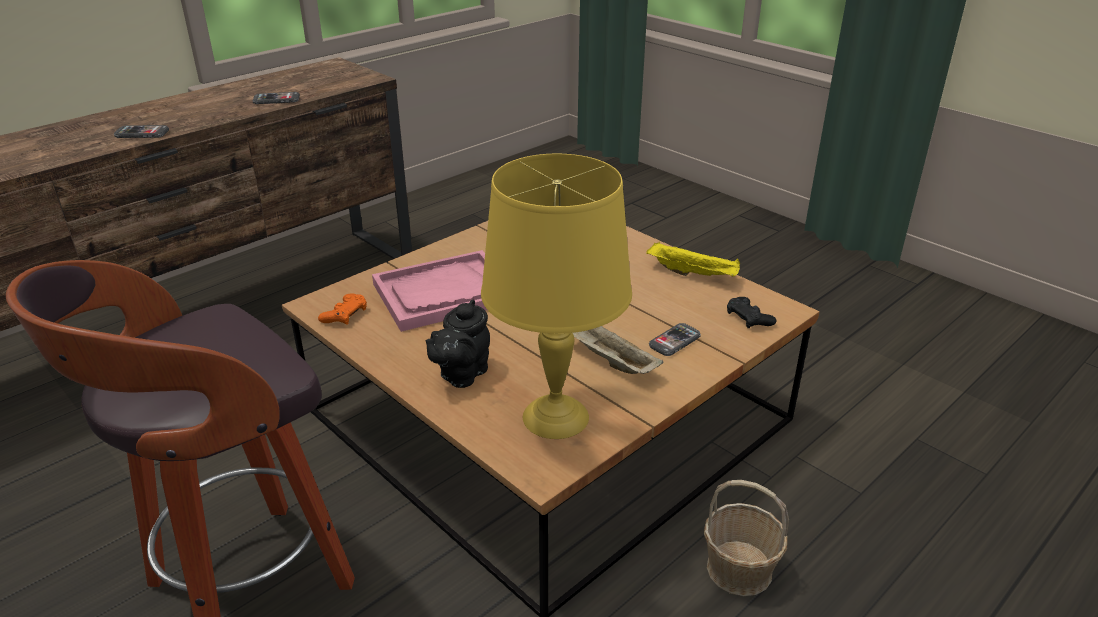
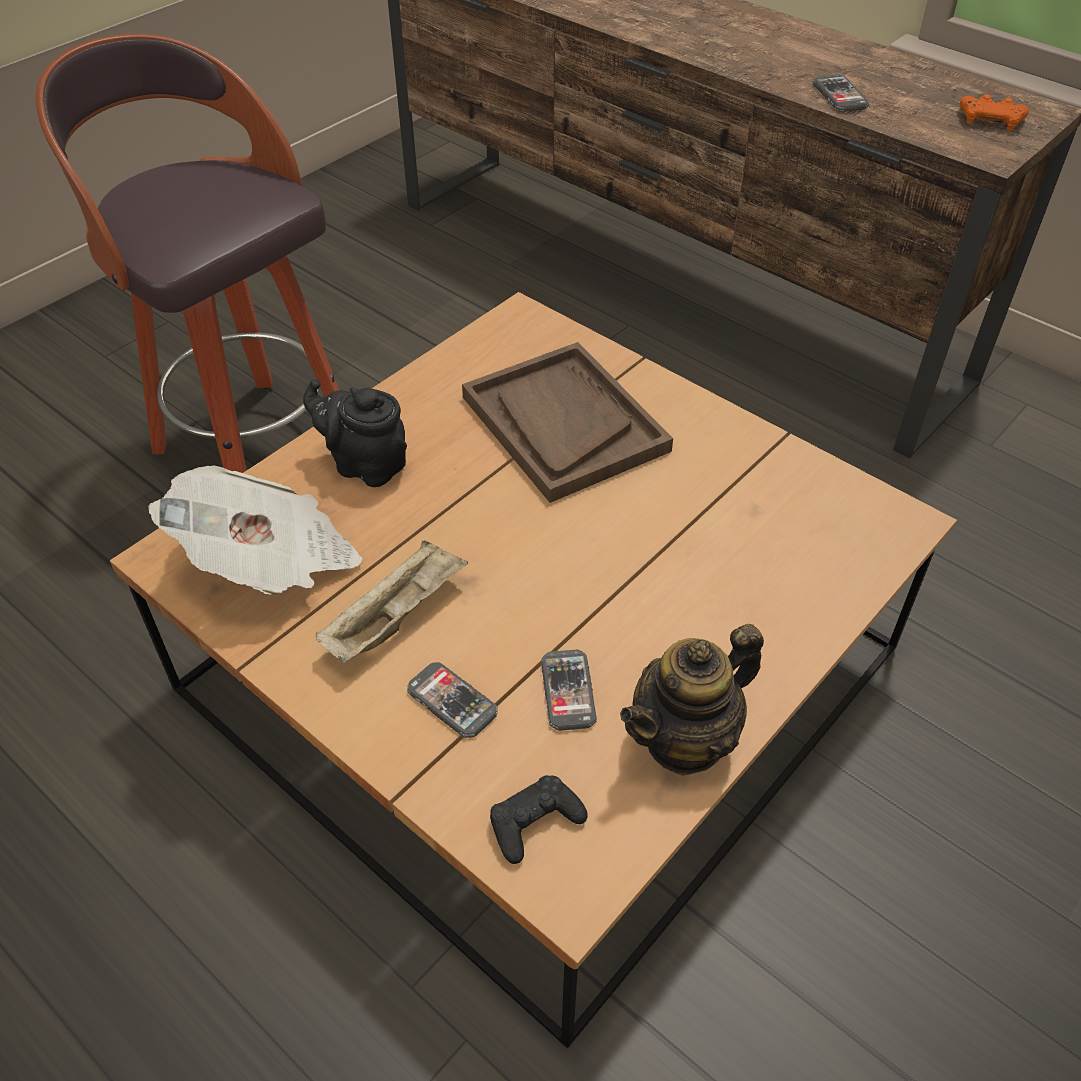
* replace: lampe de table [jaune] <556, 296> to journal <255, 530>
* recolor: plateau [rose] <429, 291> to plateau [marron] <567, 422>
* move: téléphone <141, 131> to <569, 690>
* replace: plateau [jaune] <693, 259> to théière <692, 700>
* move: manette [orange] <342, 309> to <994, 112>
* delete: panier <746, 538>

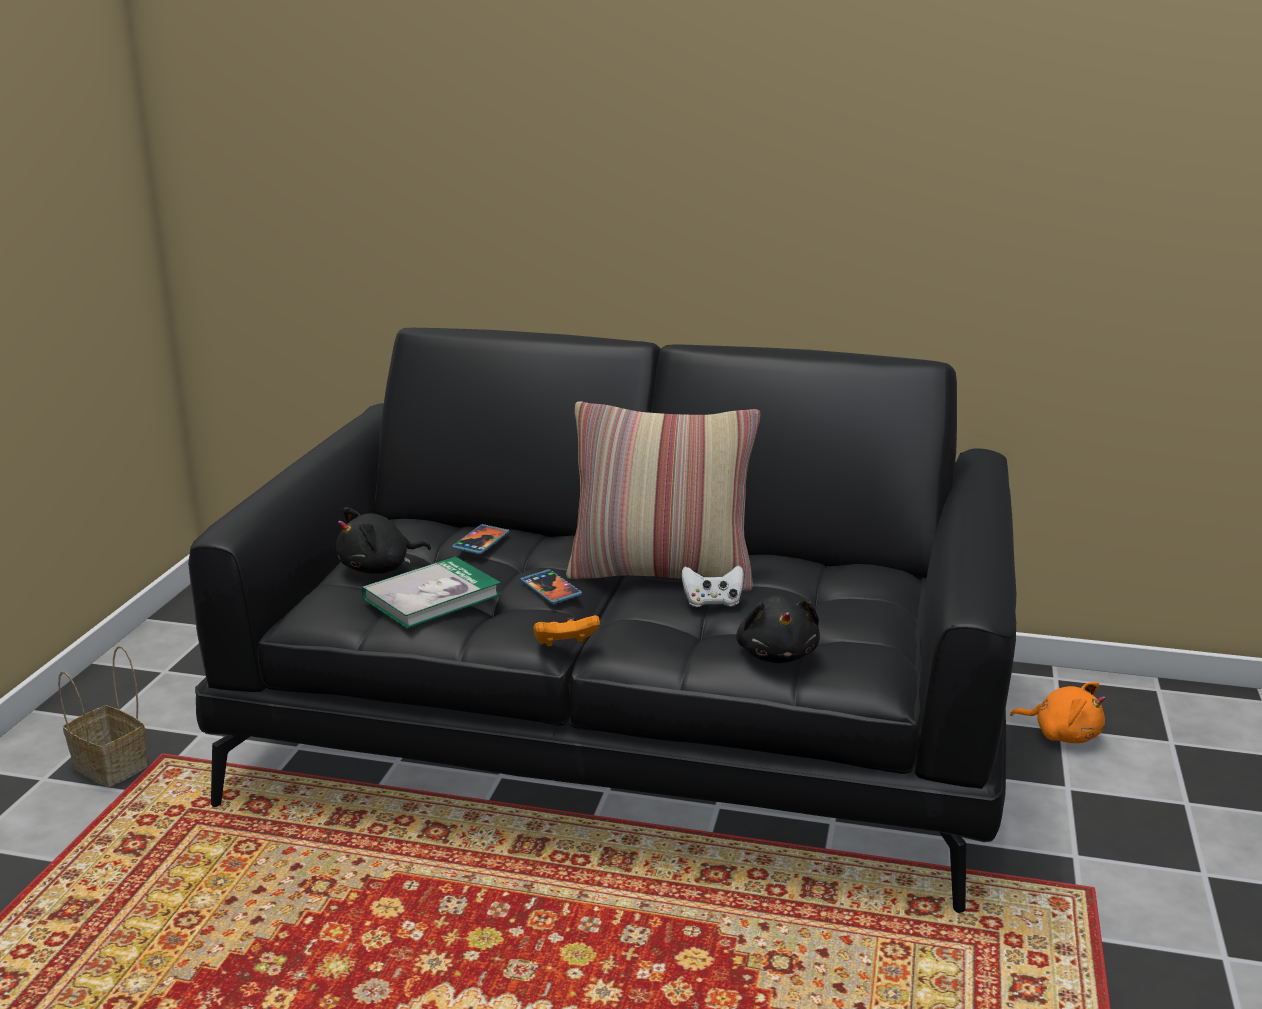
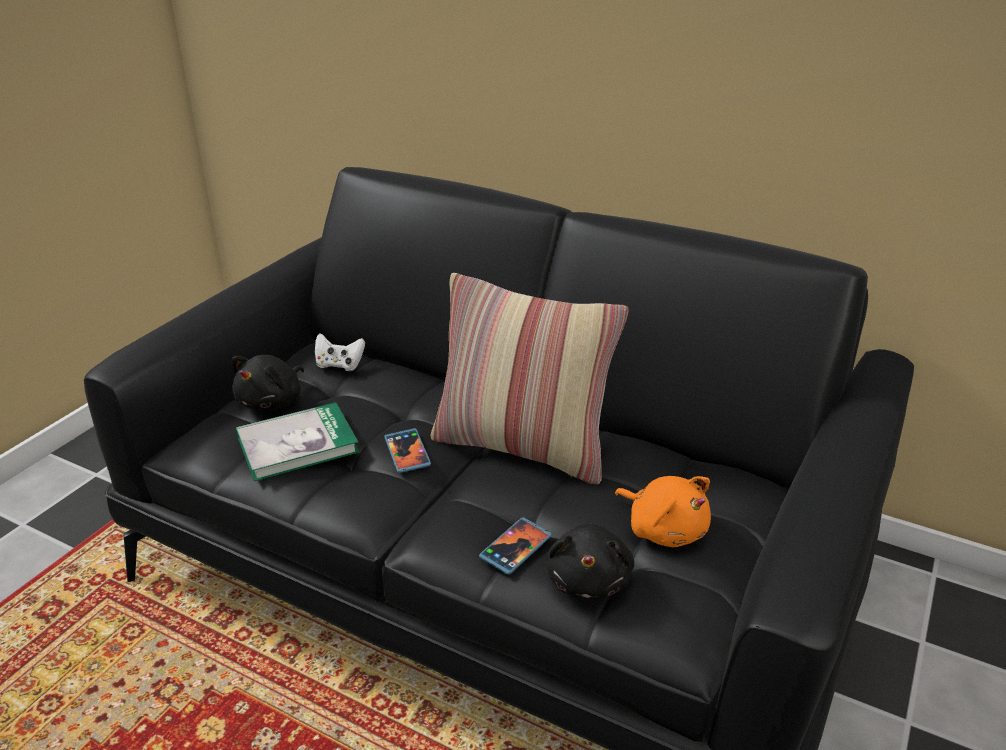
* rotate: peluche [noir] <383, 540> = <268, 382> 45 degrees counterclockwise
* move: manette [blanc] <712, 586> to <340, 352>
* move: téléphone <480, 539> to <515, 546>
* move: peluche [orange] <1057, 712> to <663, 511>
* delete: panier <103, 716>
* delete: manette [orange] <566, 631>

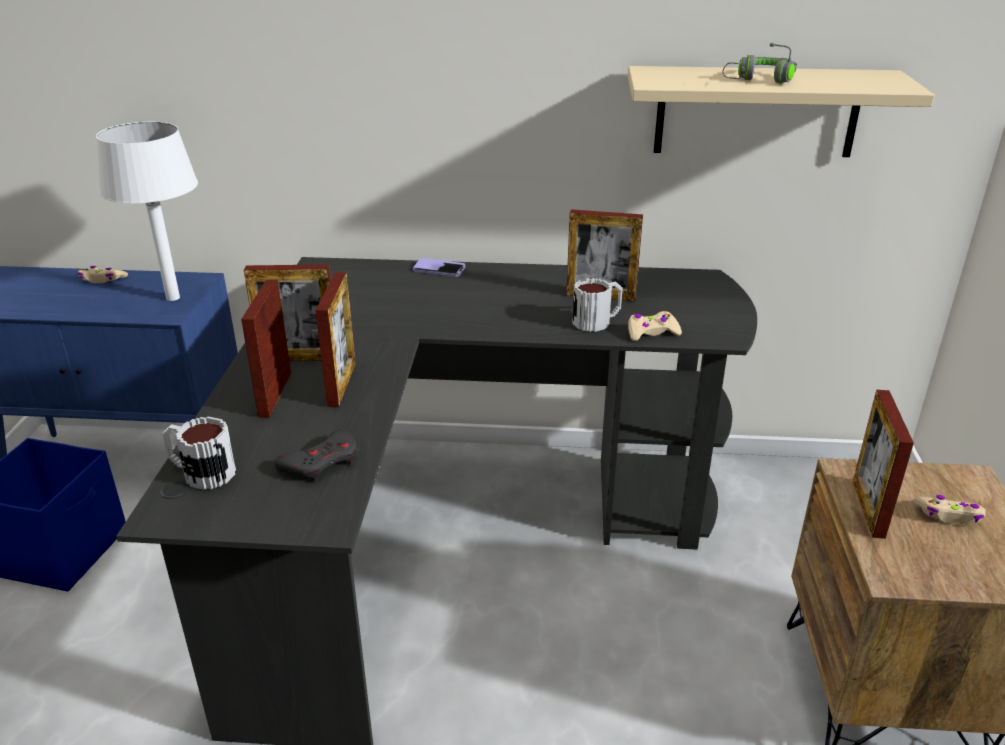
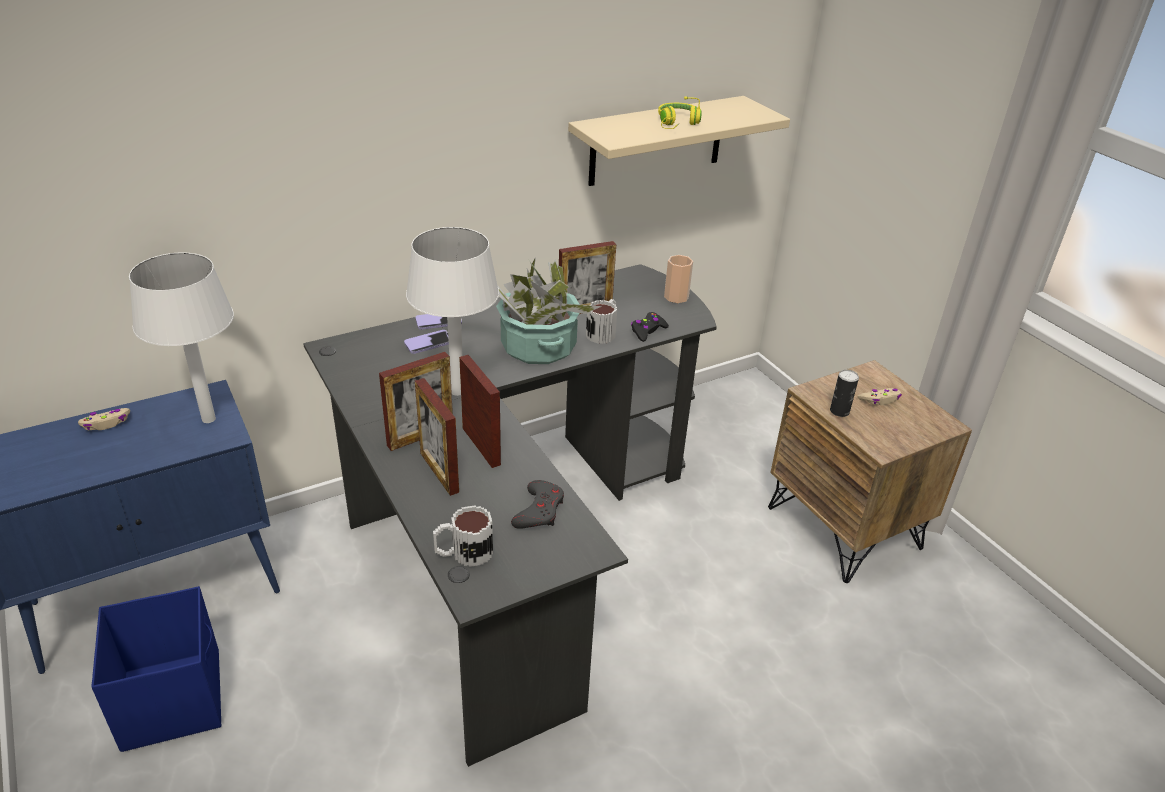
* insert: téléphone <426, 342>
* insert: lampe de table [blanc] <452, 311>
* insert: plante en pot <549, 310>
* recolor: manette [beige] <655, 326> to manette [noir] <650, 327>
* recolor: casque audio [gris] <759, 63> to casque audio [jaune] <680, 112>
* insert: tasse <678, 279>
* replace: cadre photo <883, 464> to boîte métallique <844, 393>

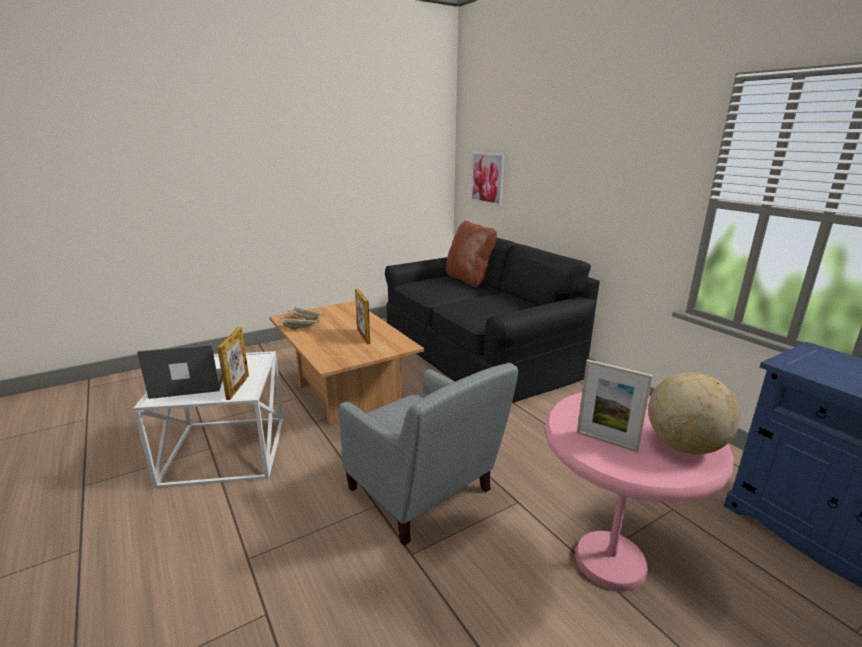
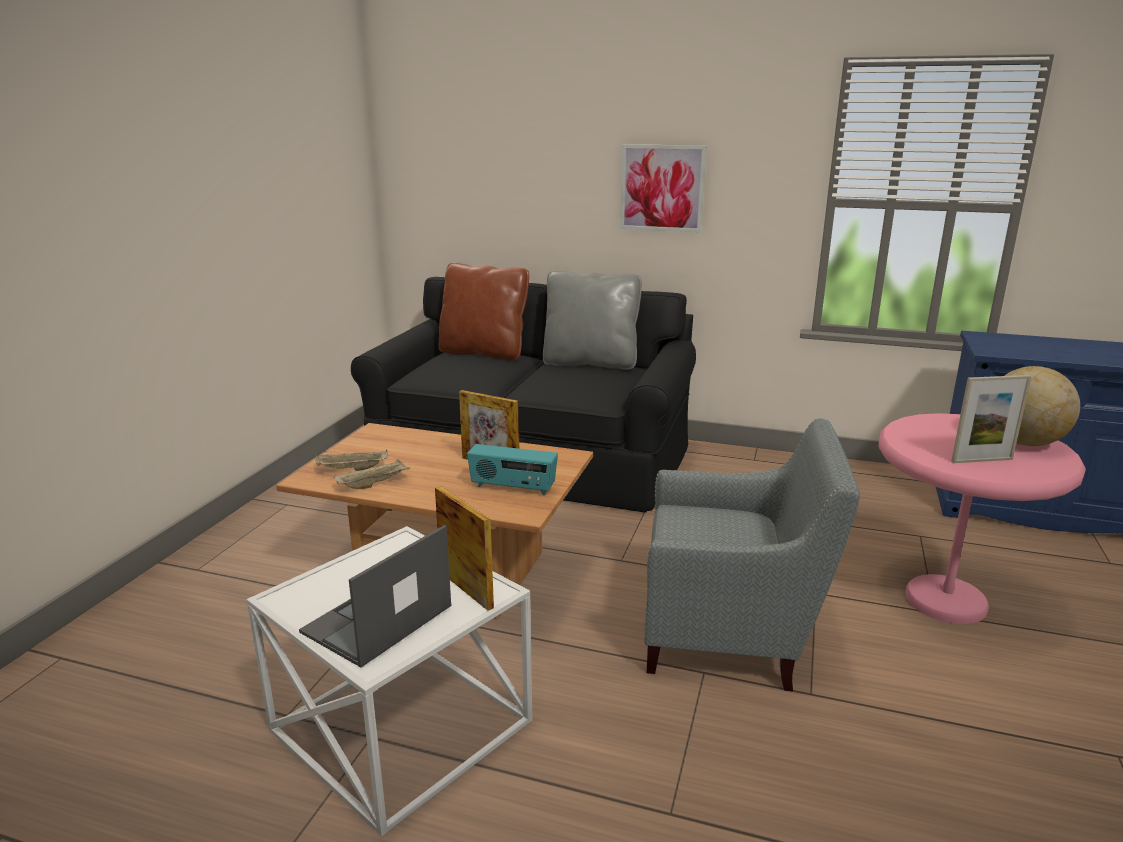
* insert: radio <512, 469>
* insert: coussin [gris] <592, 320>
* move: tableau <487, 179> to <663, 188>

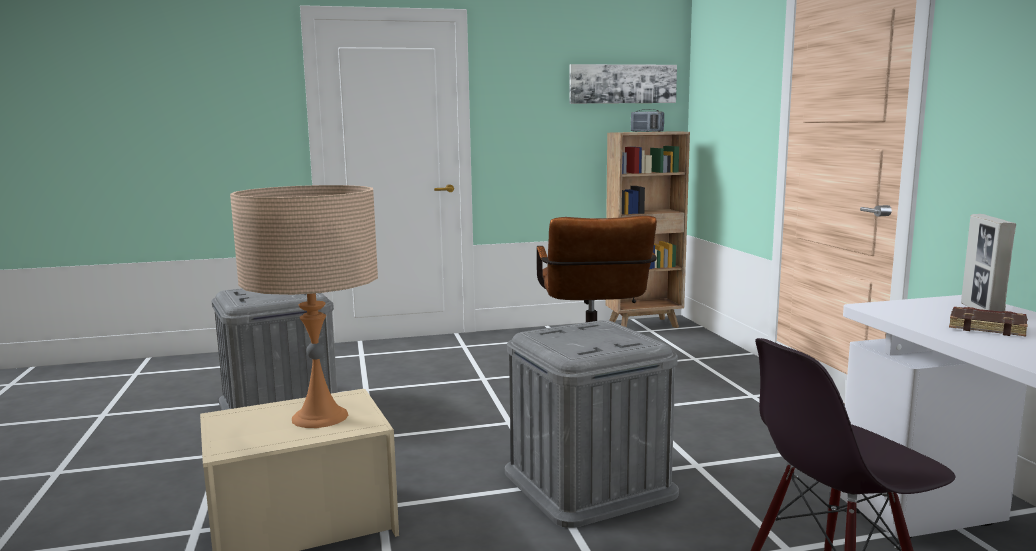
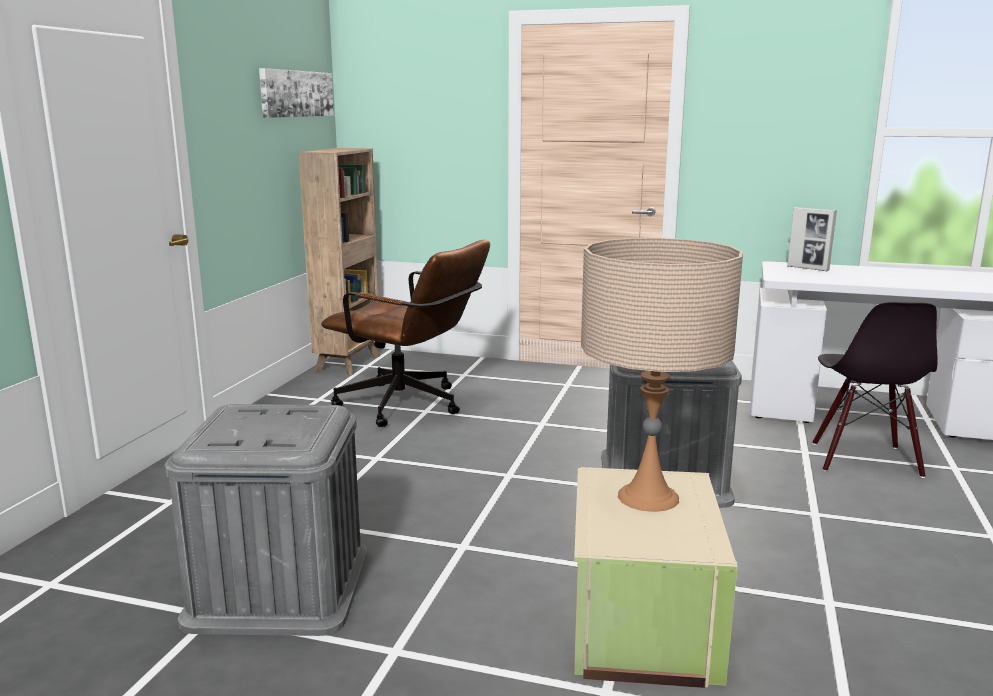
* delete: radio <647, 120>
* delete: livre [marron] <988, 322>

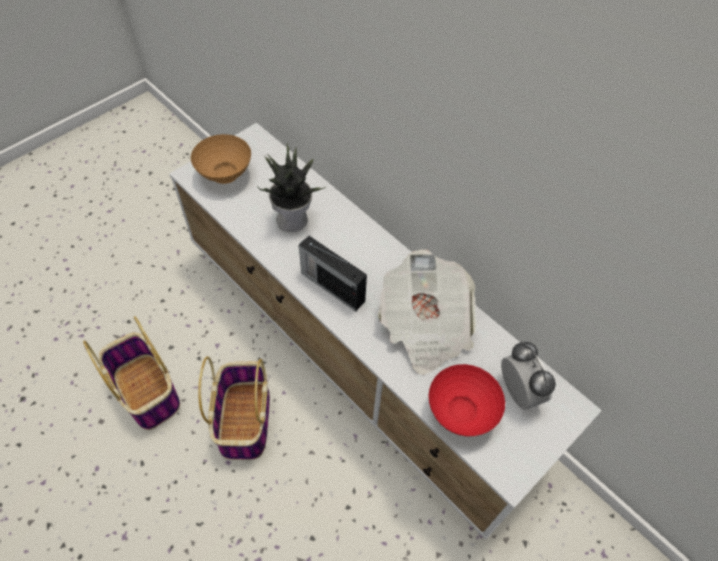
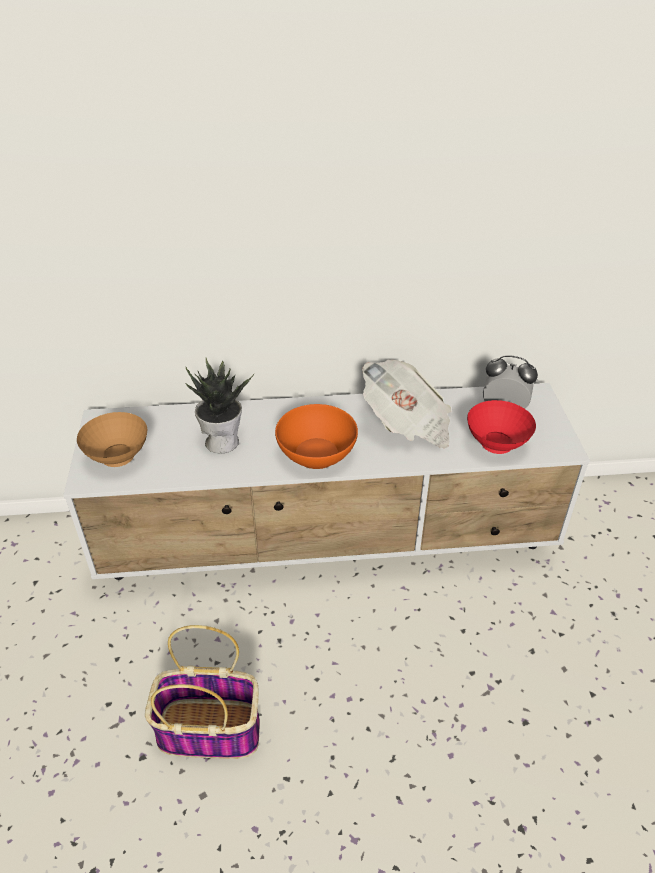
* replace: radio <333, 274> to bol [orange] <316, 436>
* delete: panier <234, 408>

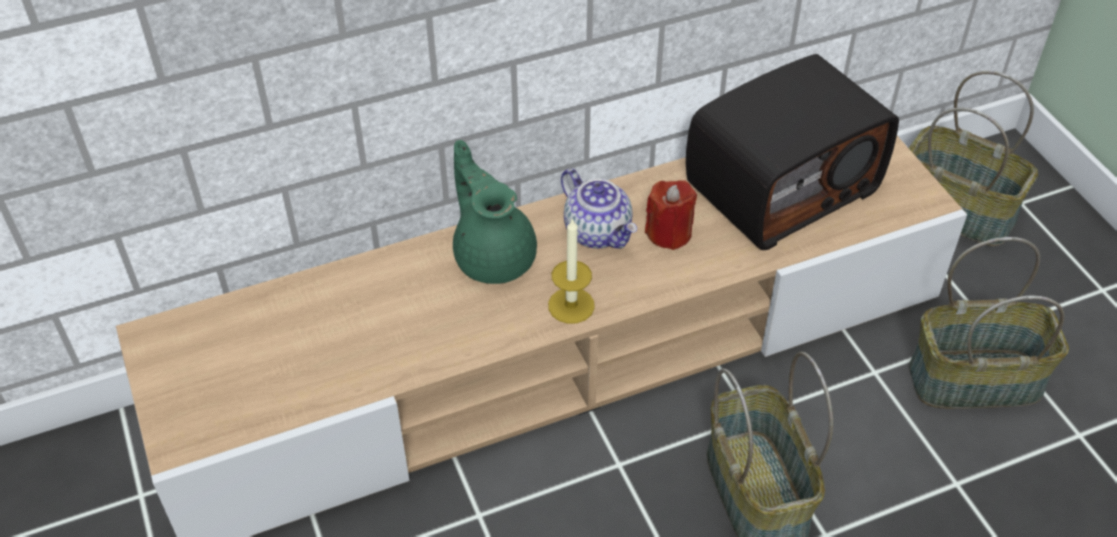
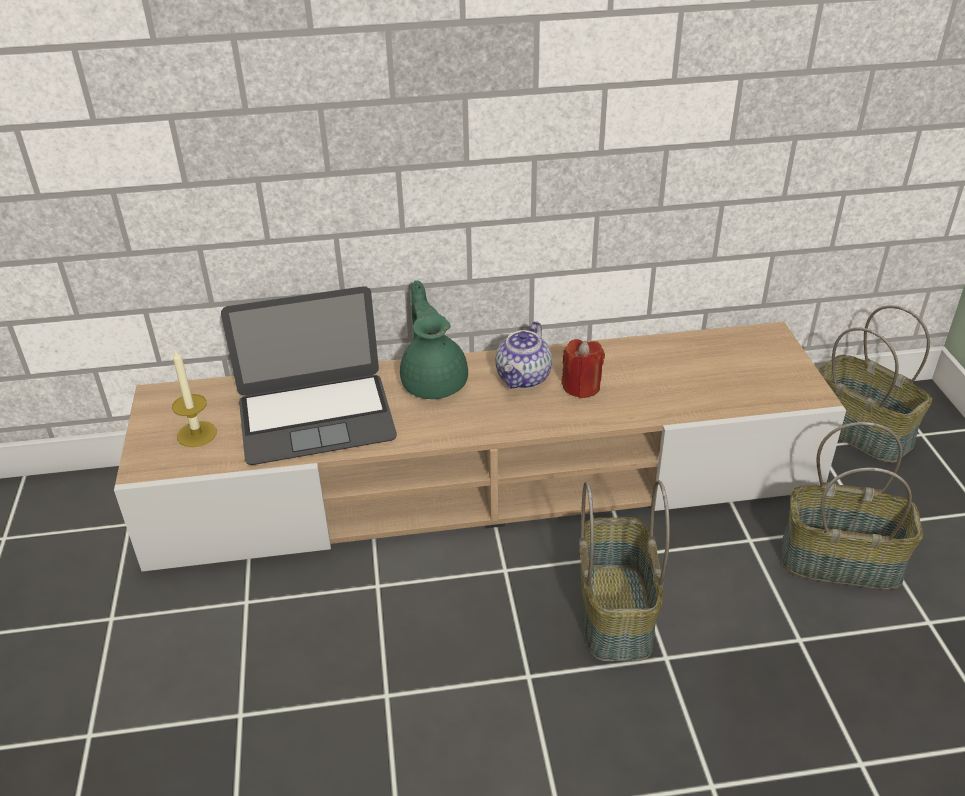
* move: bougie <571, 271> to <194, 398>
* insert: ordinateur portable <309, 375>
* rotate: théière <599, 209> = <524, 355> 45 degrees clockwise
* delete: radio <792, 152>

